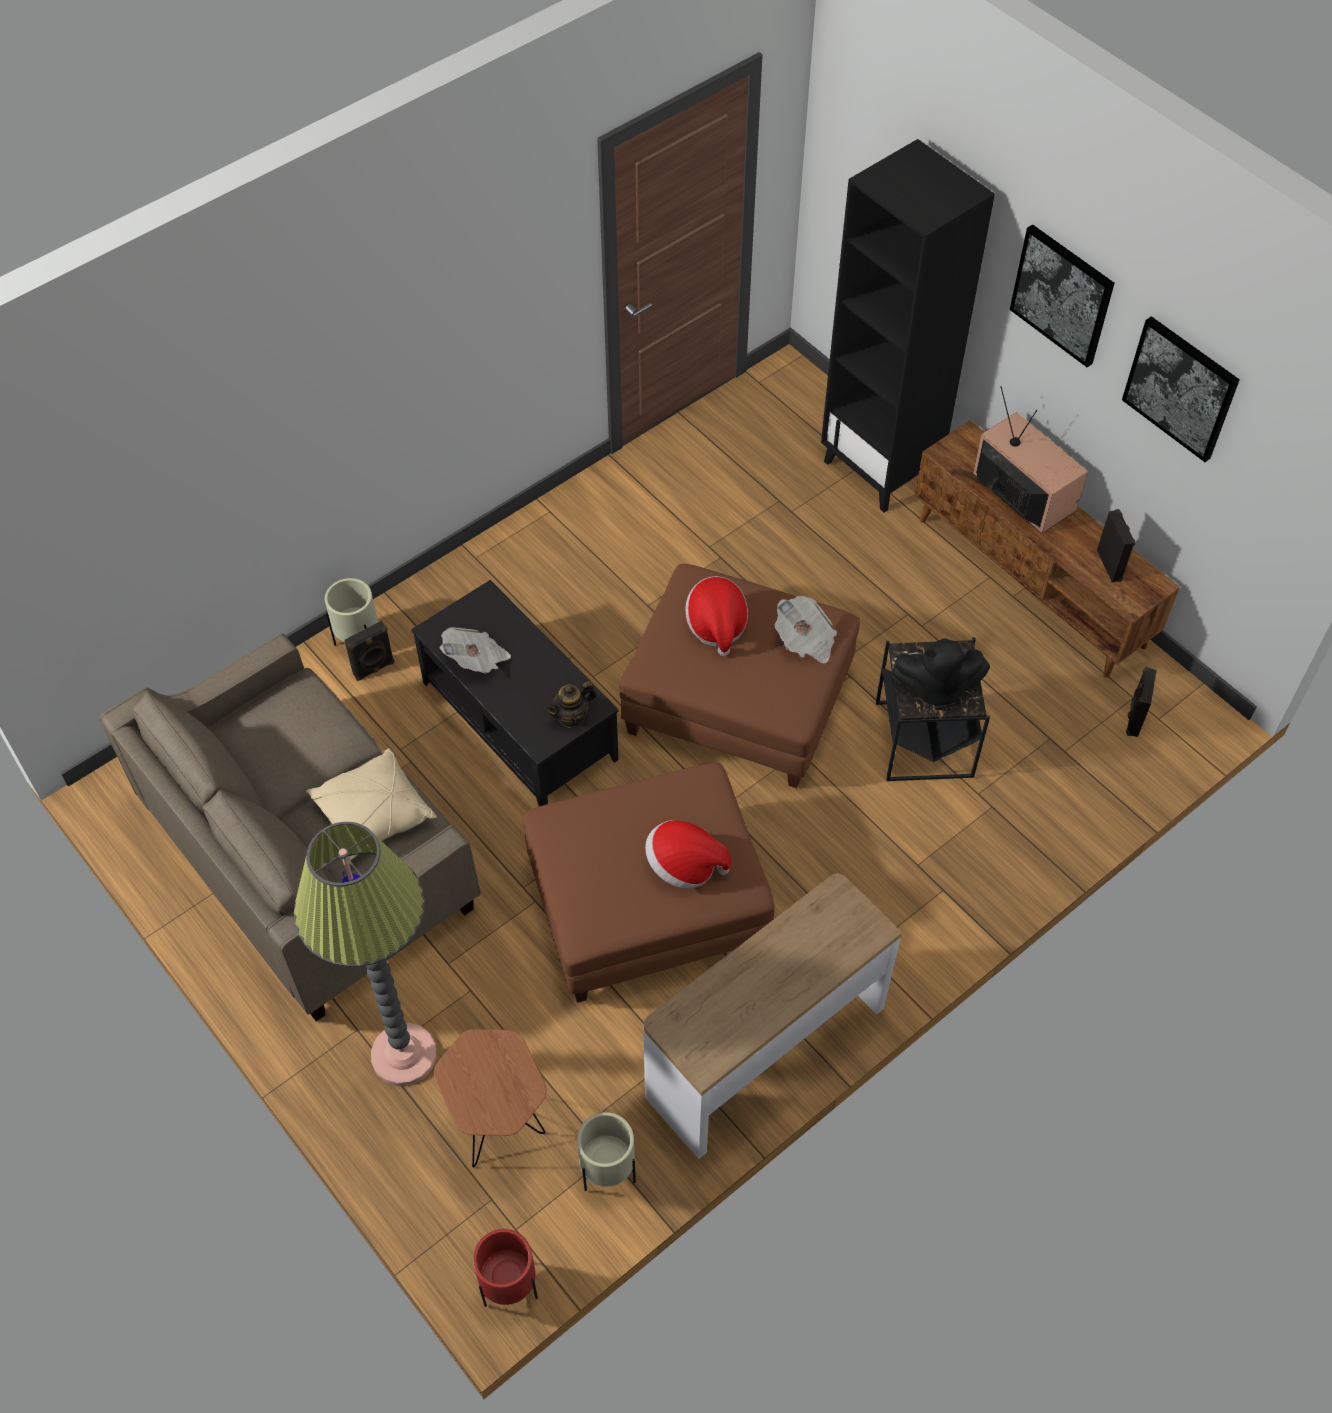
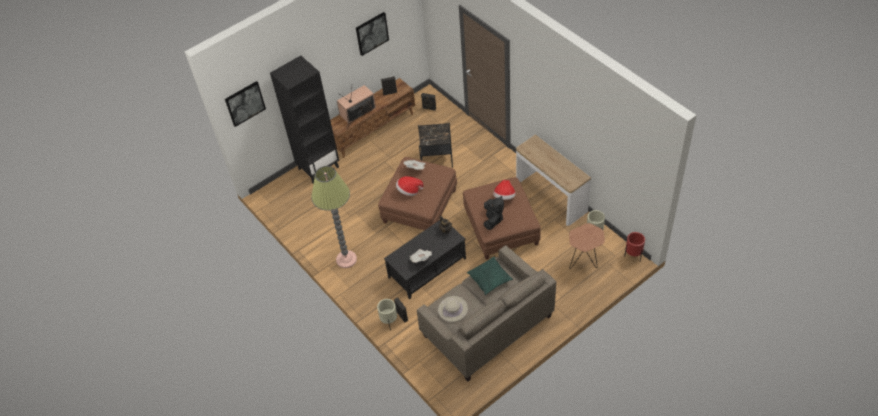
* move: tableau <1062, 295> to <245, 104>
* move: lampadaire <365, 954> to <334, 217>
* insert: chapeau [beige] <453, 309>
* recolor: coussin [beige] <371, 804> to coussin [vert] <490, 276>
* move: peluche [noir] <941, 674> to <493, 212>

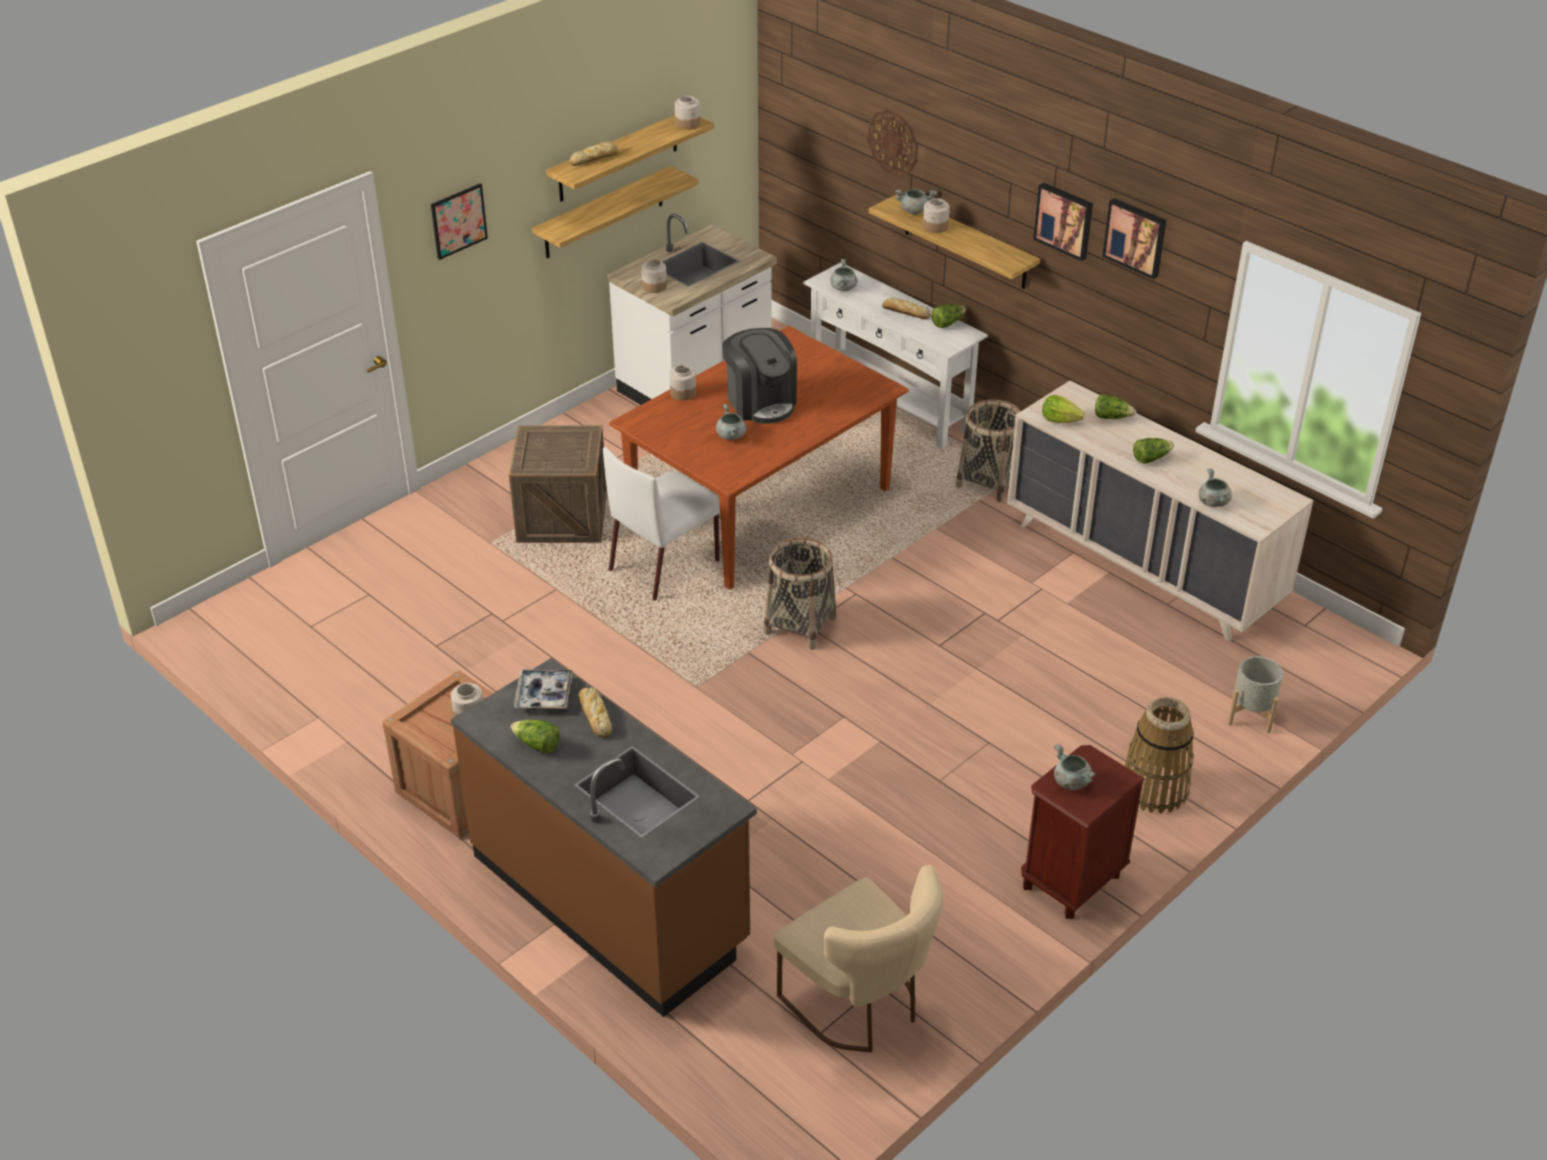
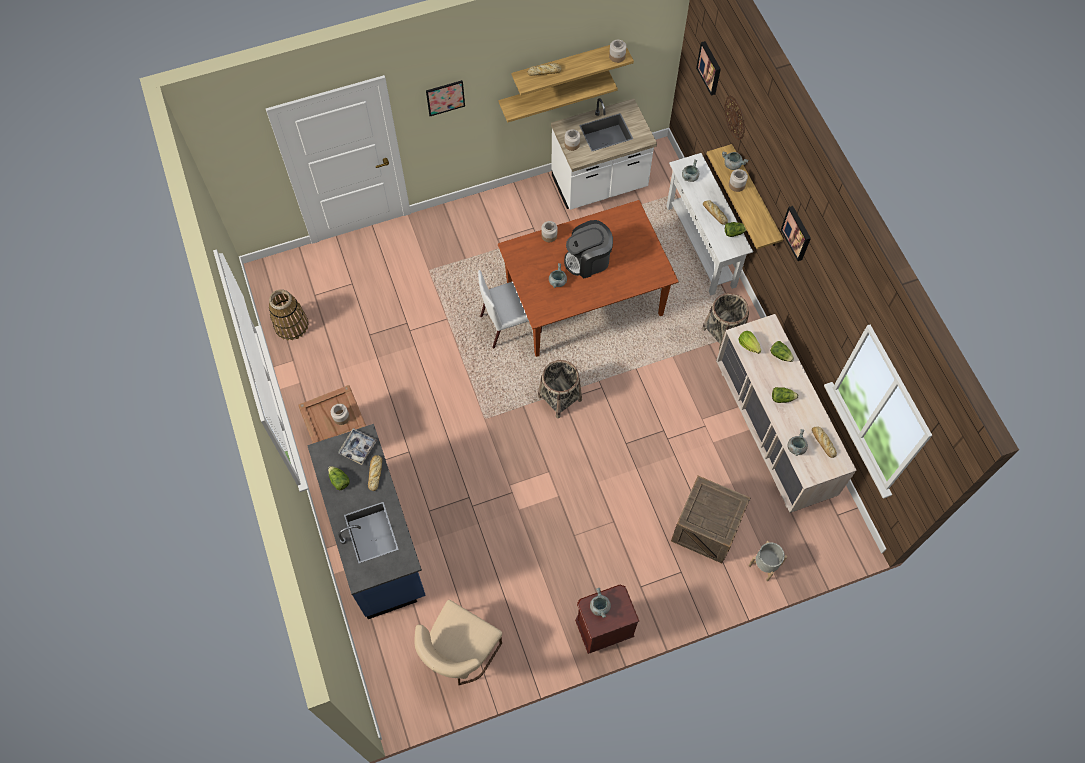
* move: panier <1159, 755> to <289, 314>
* recolor: comptoir de cuisine [marron] <604, 837> to comptoir de cuisine [bleu] <366, 521>
* rotate: chaise [beige] <858, 958> = <458, 642> 45 degrees clockwise
* rotate: machine à café <759, 376> = <588, 249> 75 degrees clockwise
* move: caisse <558, 484> to <710, 519>
* move: tableau <1134, 238> to <708, 68>
* insert: pain <824, 442>

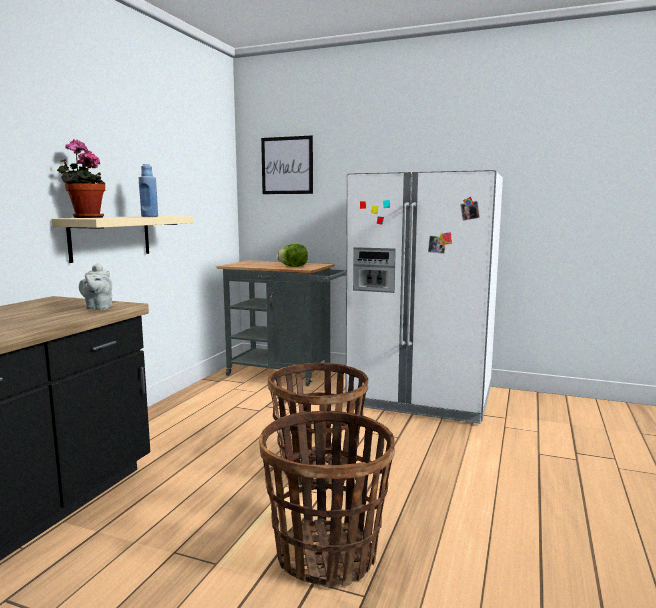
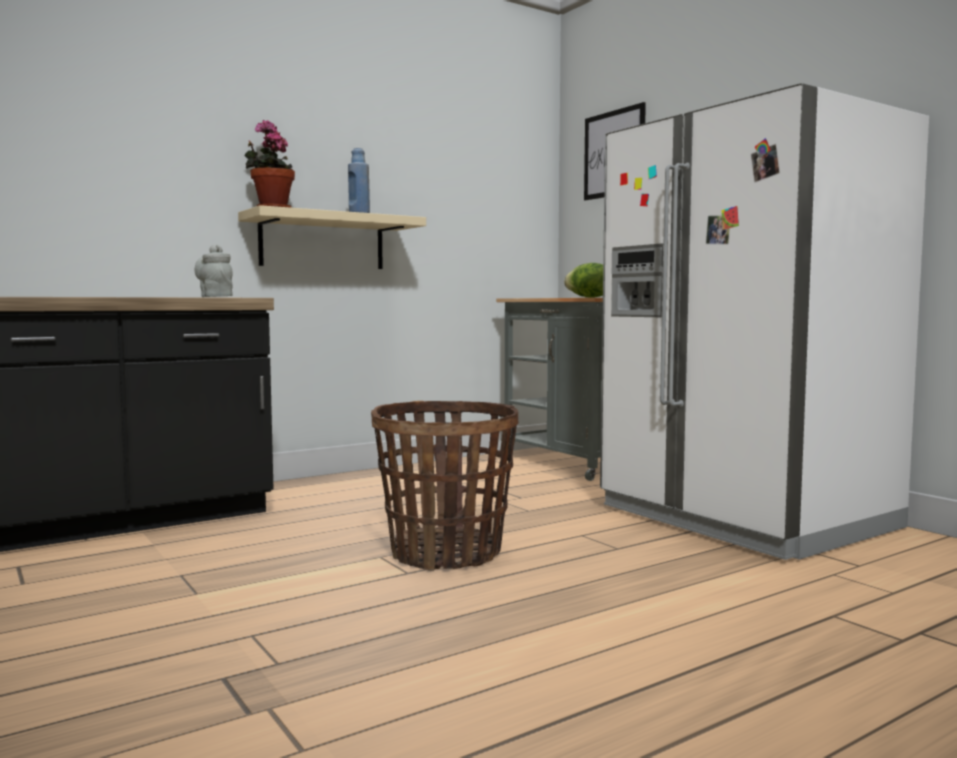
* rotate: théière [gris] <95, 286> = <213, 270> 120 degrees clockwise
* delete: panier <327, 499>

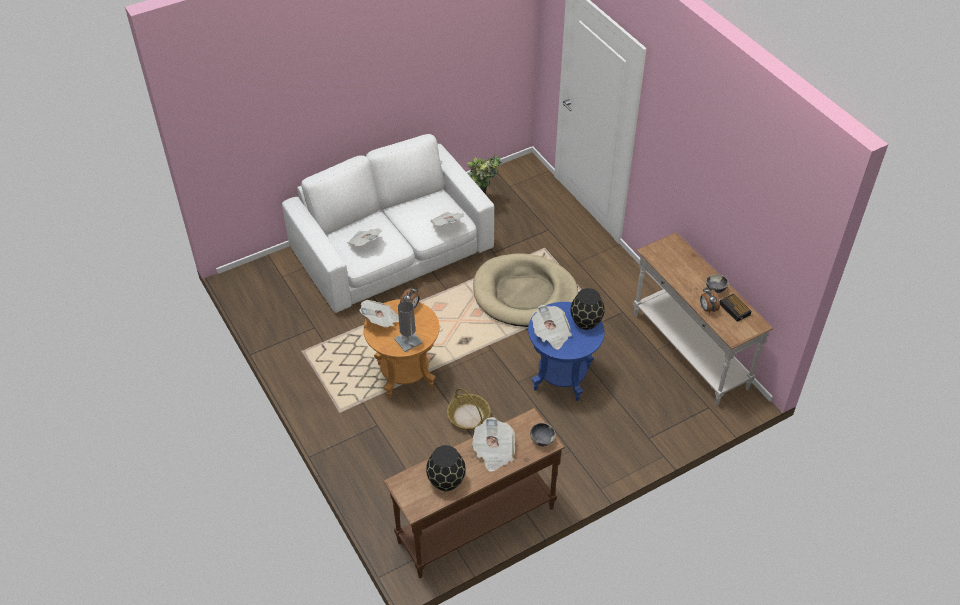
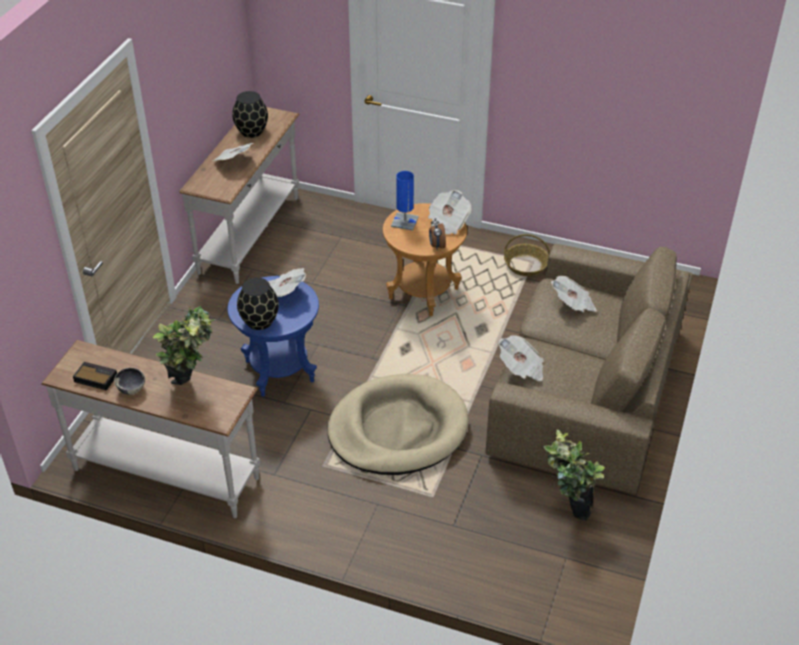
* insert: plante en pot <184, 345>
* recolor: table console [marron] <474, 493> to table console [blanc] <239, 195>
* recolor: lampe de table [gris] <408, 326> to lampe de table [bleu] <405, 201>
* recolor: canapé [blanc] <388, 223> to canapé [marron] <589, 369>
* move: panier <469, 409> to <527, 255>
* delete: bol <543, 434>
* delete: réveil <710, 300>

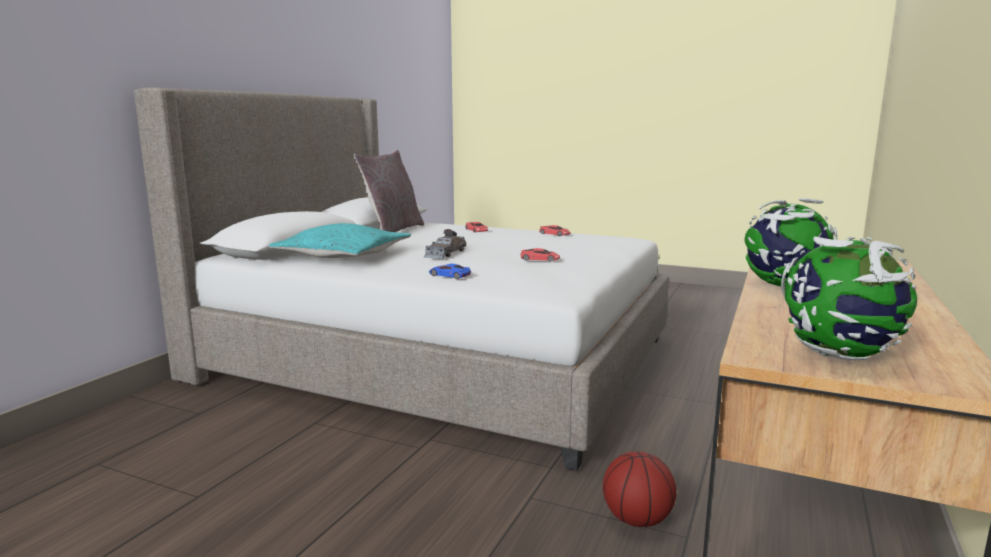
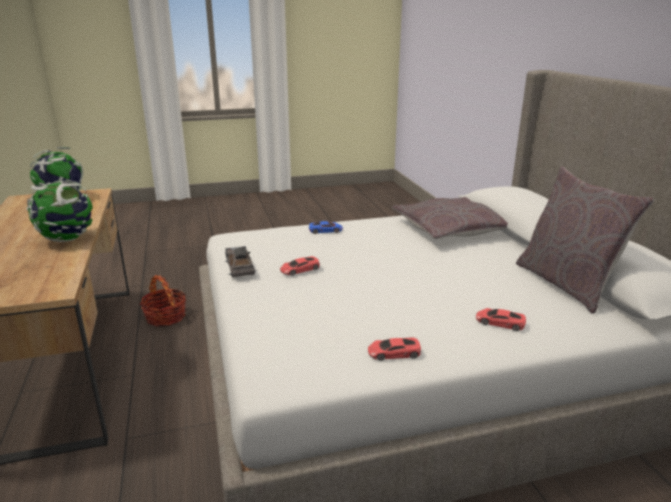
* replace: ballon de basket <639, 489> to panier <163, 300>
* move: petite voiture [gris] <445, 244> to <241, 261>
* recolor: coussin [turquoise] <340, 240> to coussin [gris] <450, 218>

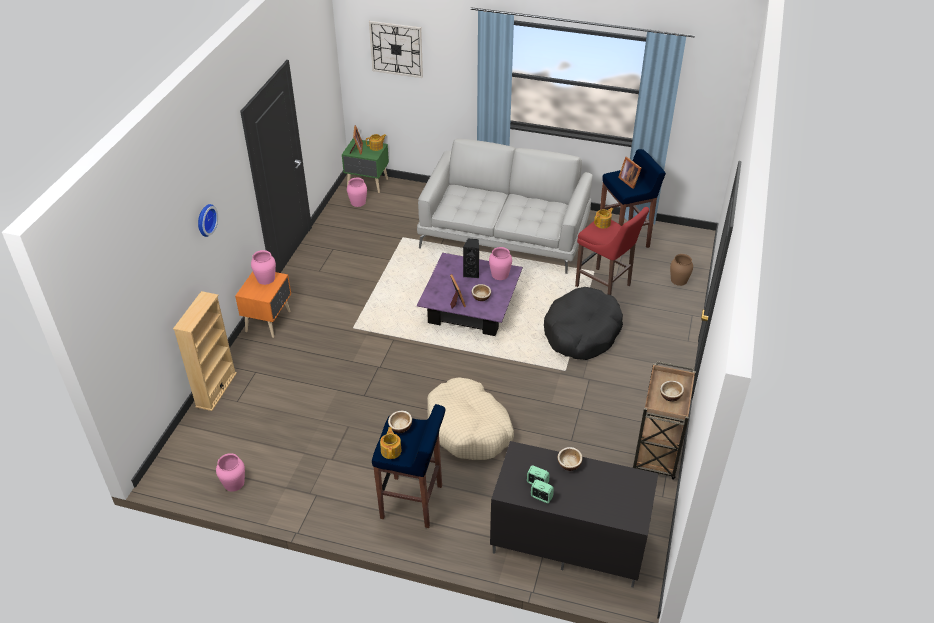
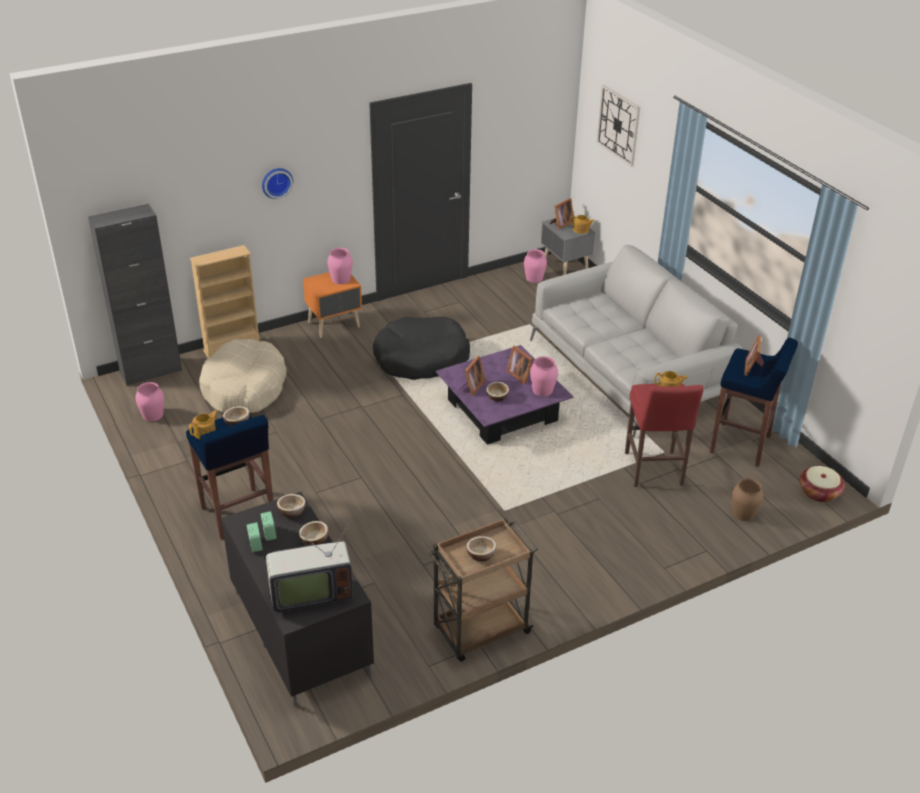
* insert: meuble de rangement [noir] <135, 295>
* move: panier pour chien [beige] <470, 418> to <243, 376>
* insert: téléviseur <309, 567>
* insert: bol <291, 505>
* move: panier pour chien [noir] <583, 323> to <421, 348>
* replace: enceinte [noir] <471, 258> to cadre photo <519, 365>
* recolor: table de chevet [vert] <365, 166> to table de chevet [gris] <568, 246>
* insert: panier <822, 484>

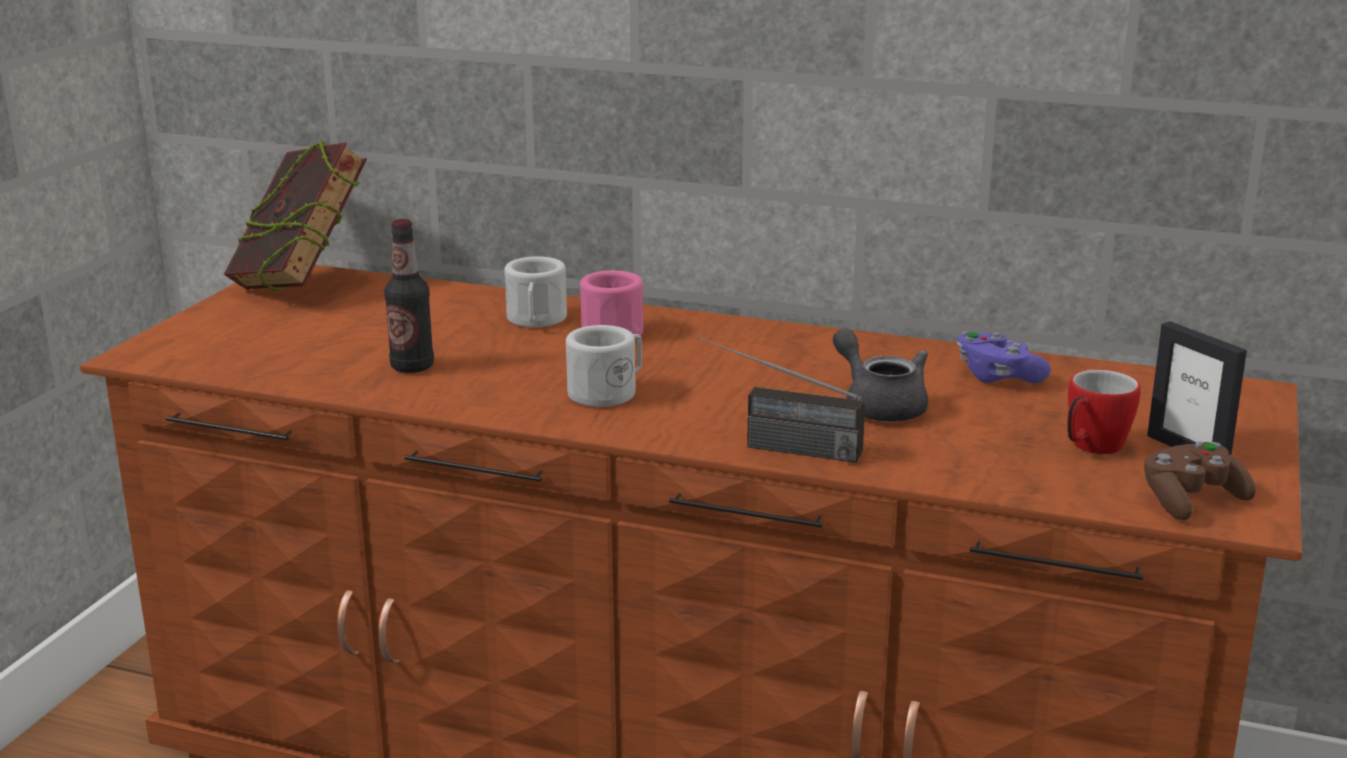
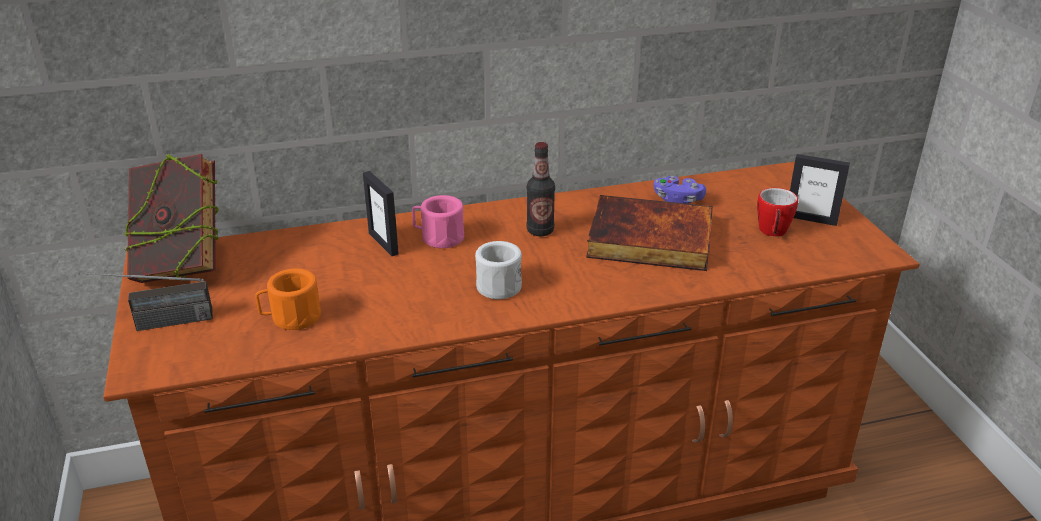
* move: radio <781, 400> to <145, 301>
* insert: mug [orange] <288, 299>
* replace: mug [blanc] <535, 292> to cadre photo <381, 213>
* move: bouteille <409, 296> to <540, 189>
* replace: théière [gris] <880, 375> to livre <649, 233>
* delete: manette [marron] <1200, 481>

